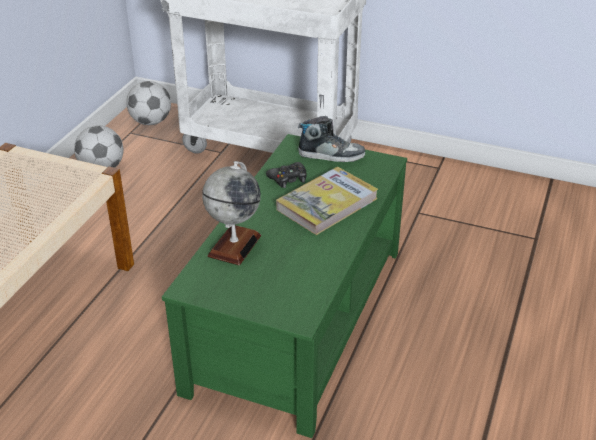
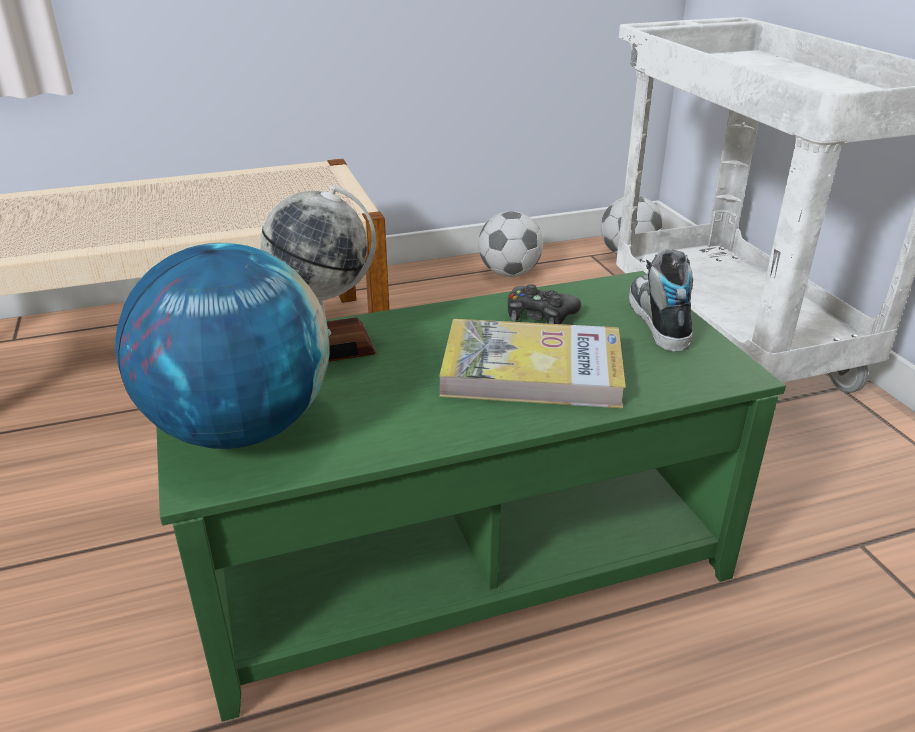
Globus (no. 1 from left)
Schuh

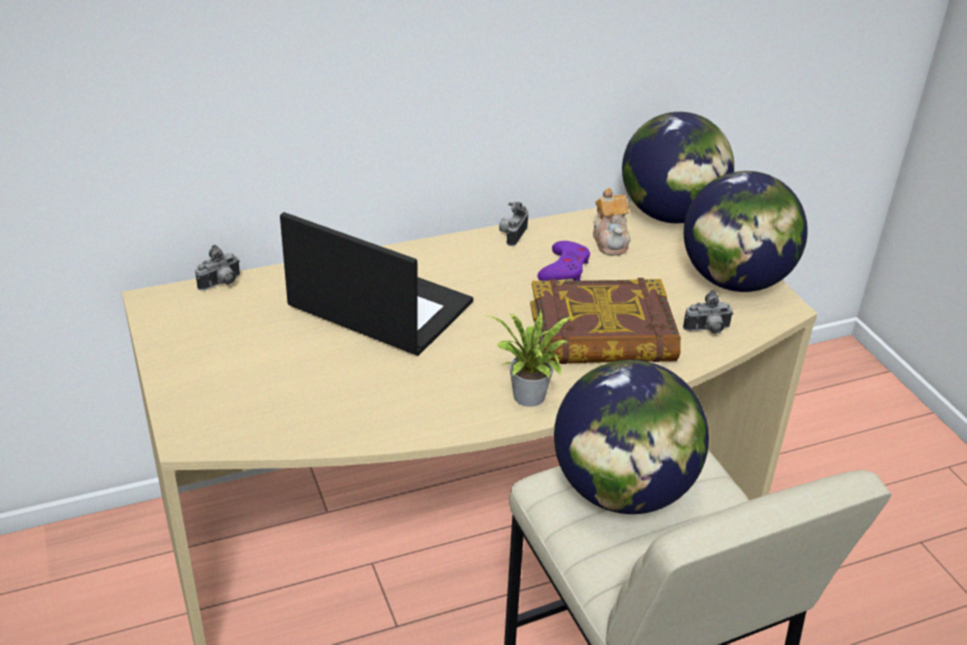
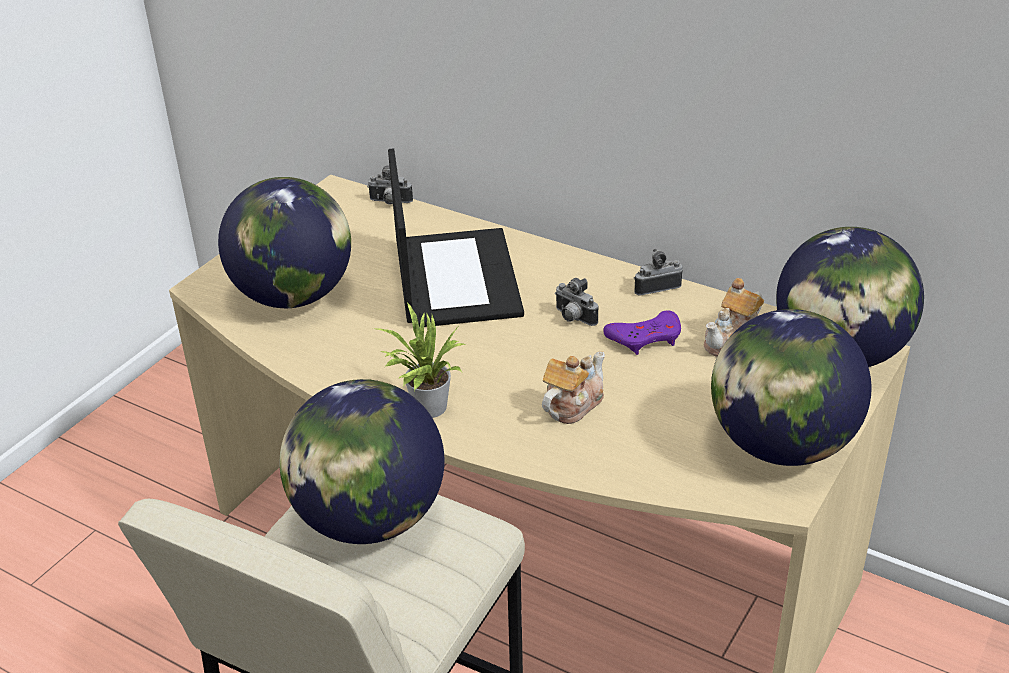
Globus (no. 1 from left)
Kamera (no. 2 from left)
Teekanne (no. 1 from left)

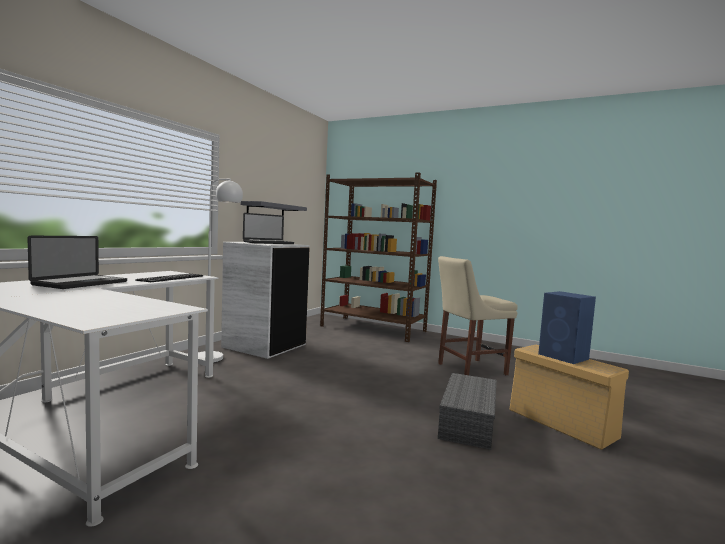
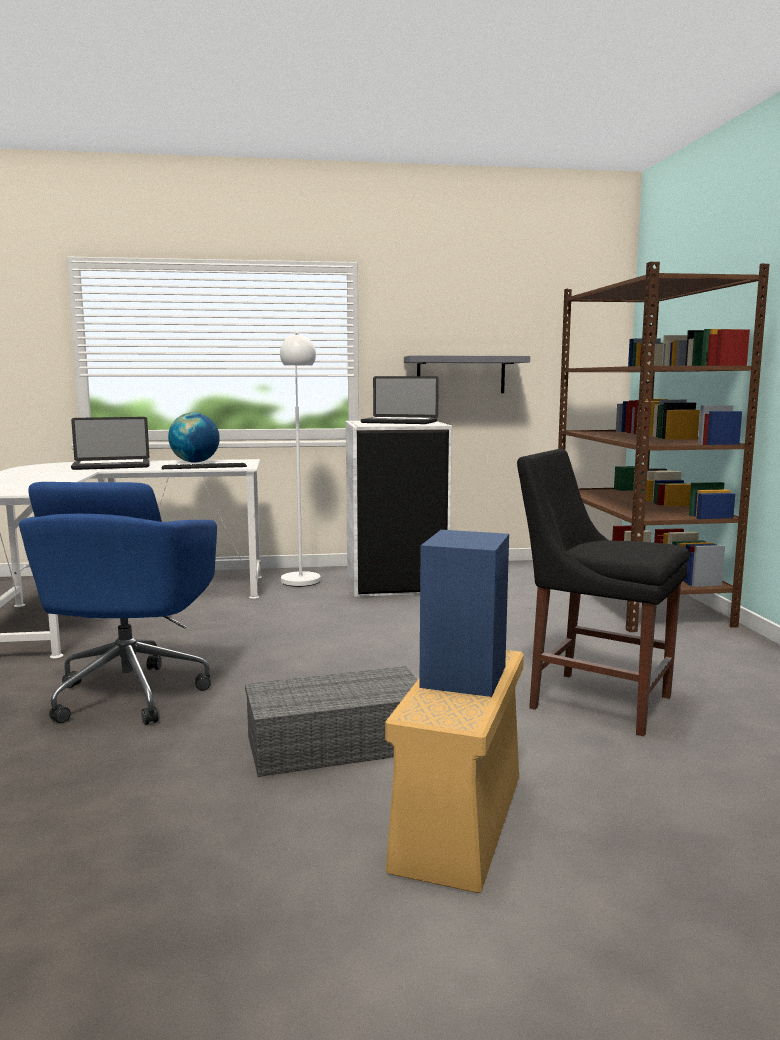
Bürostuhl/blau
Globus
Stuhl/schwarz

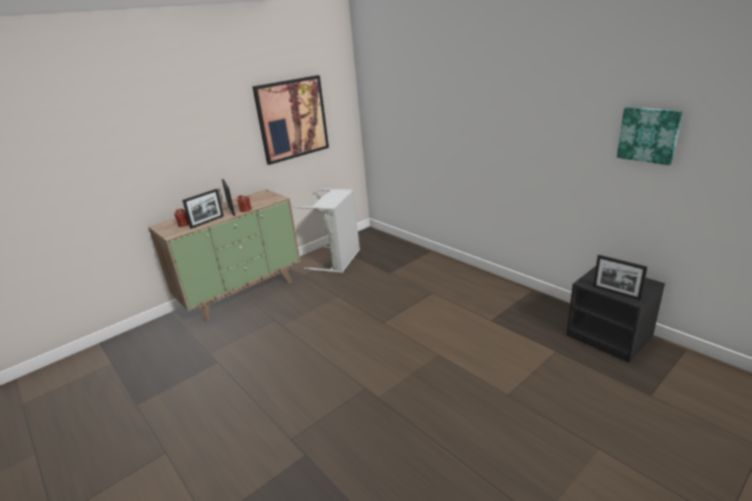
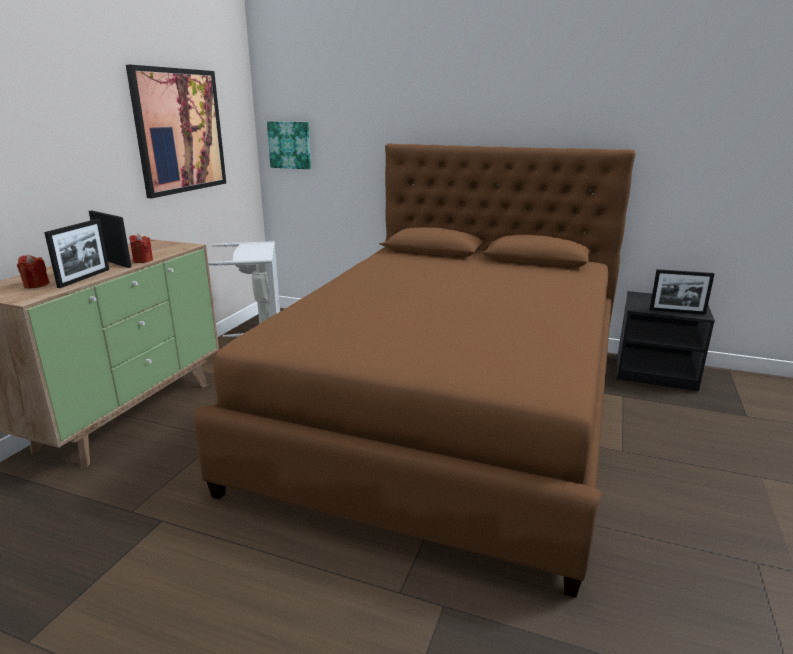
Bett/braun
Bild (no. 2 from left)

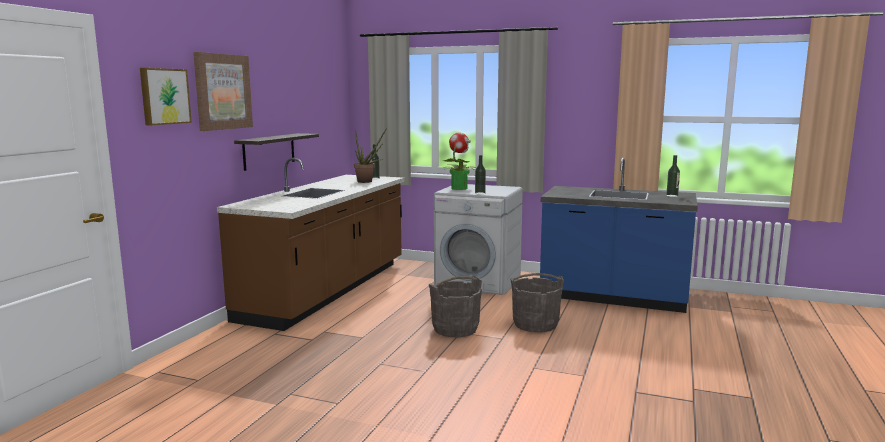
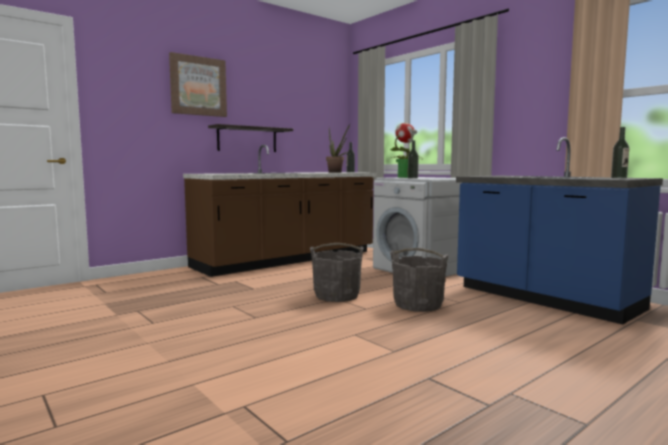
Bild (no. 1 from left in the first image)

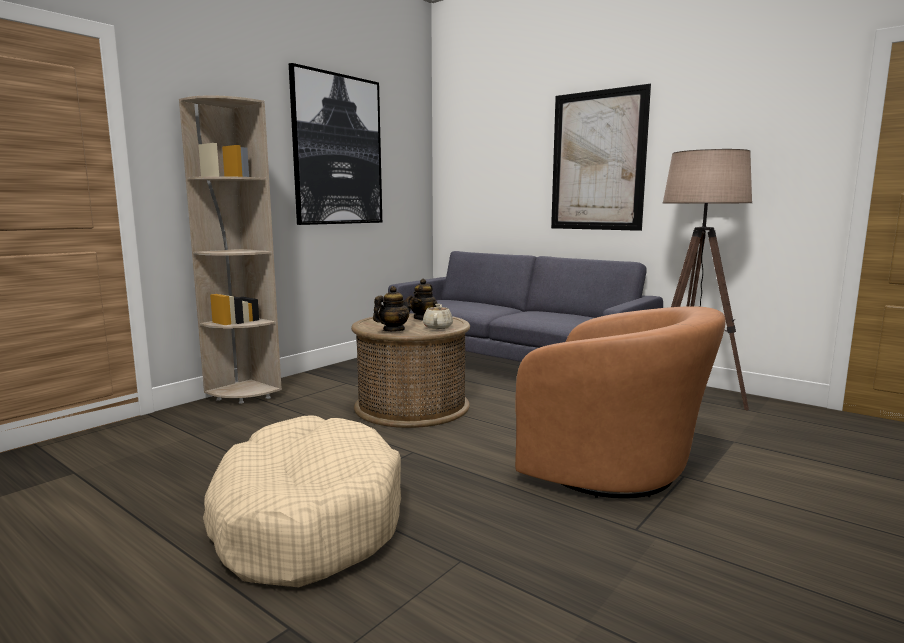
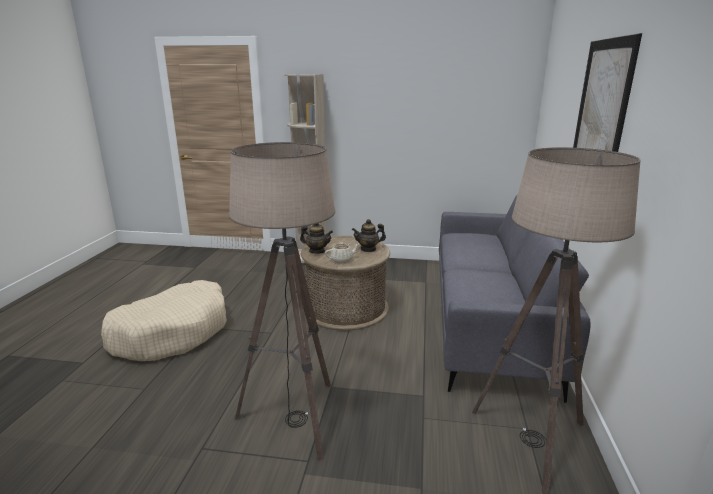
Bild (no. 1 from left in the first image)
Stehlampe (no. 1 from left)

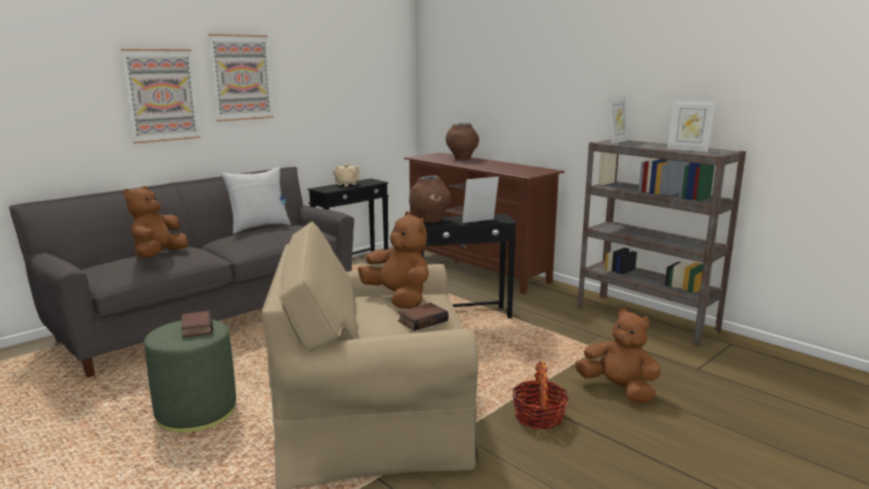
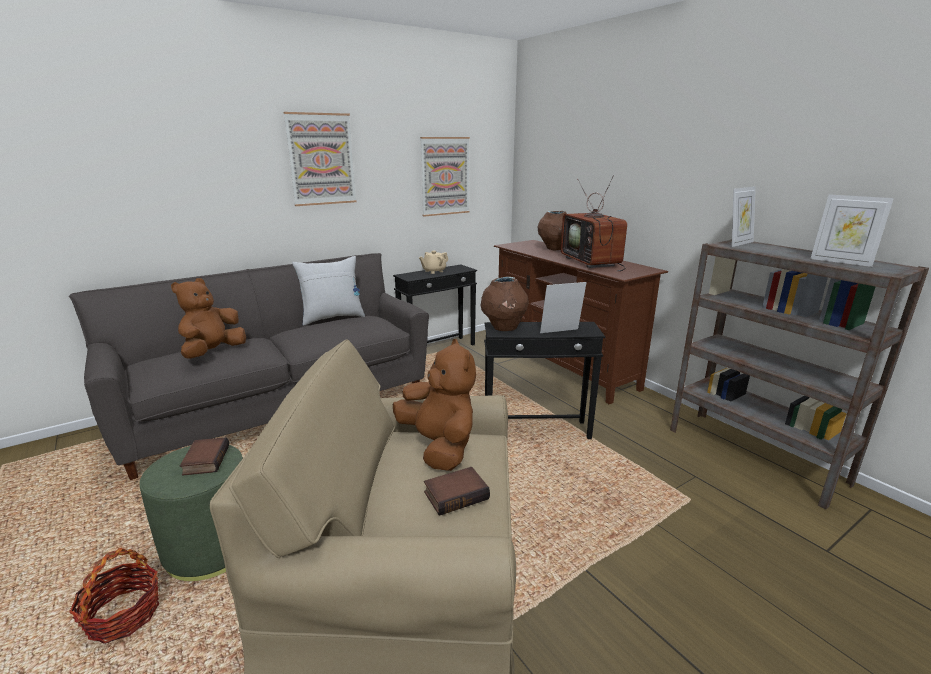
Plüschtier/braun (no. 3 from left in the first image)
Fernseher
Bild (no. 2 from left)
Korb

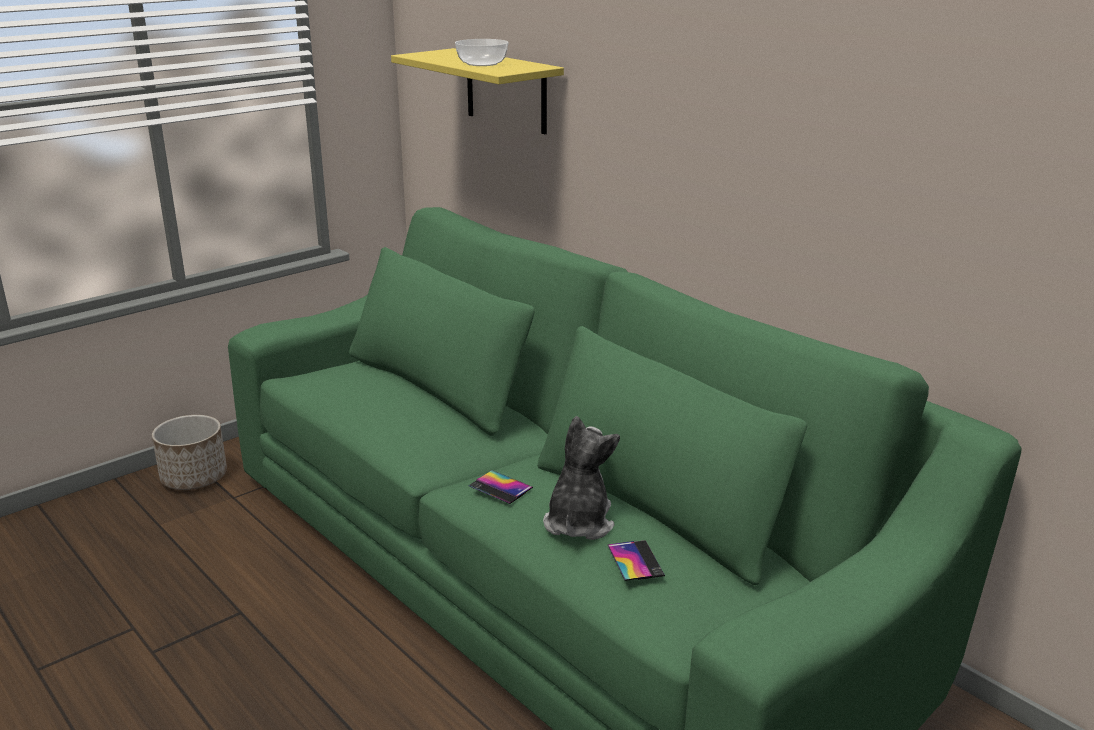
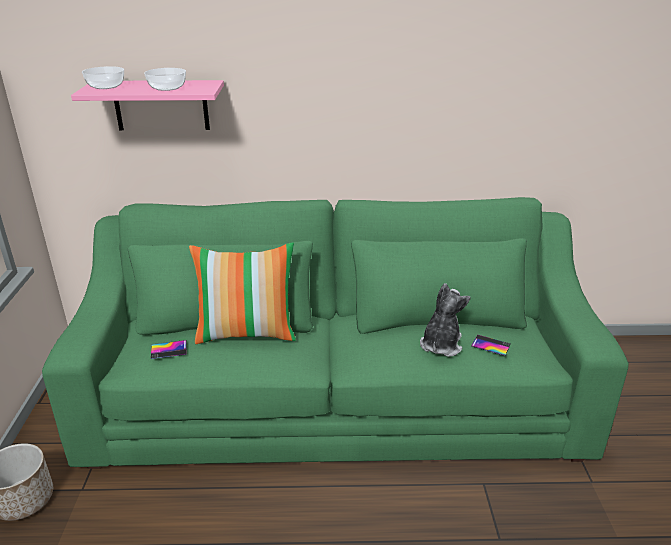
Schüssel (no. 1 from left)
Kissen
Handy (no. 1 from left)
Wandregal/rosa
Plüschtier

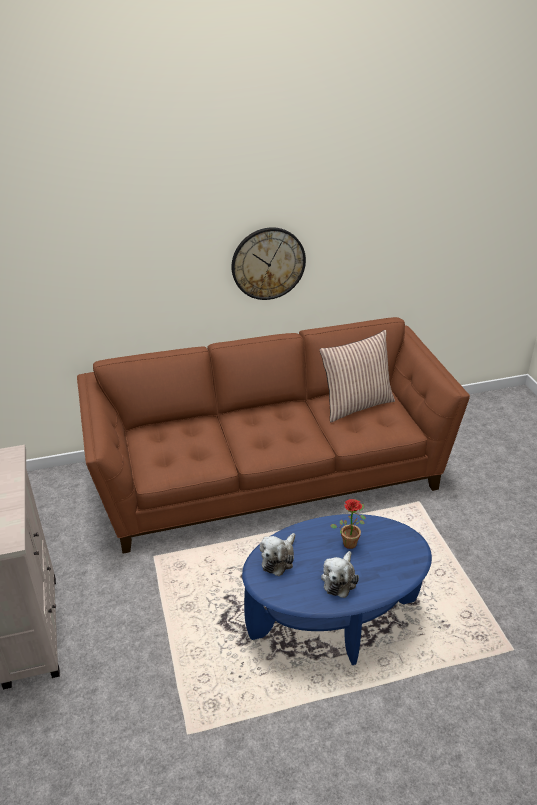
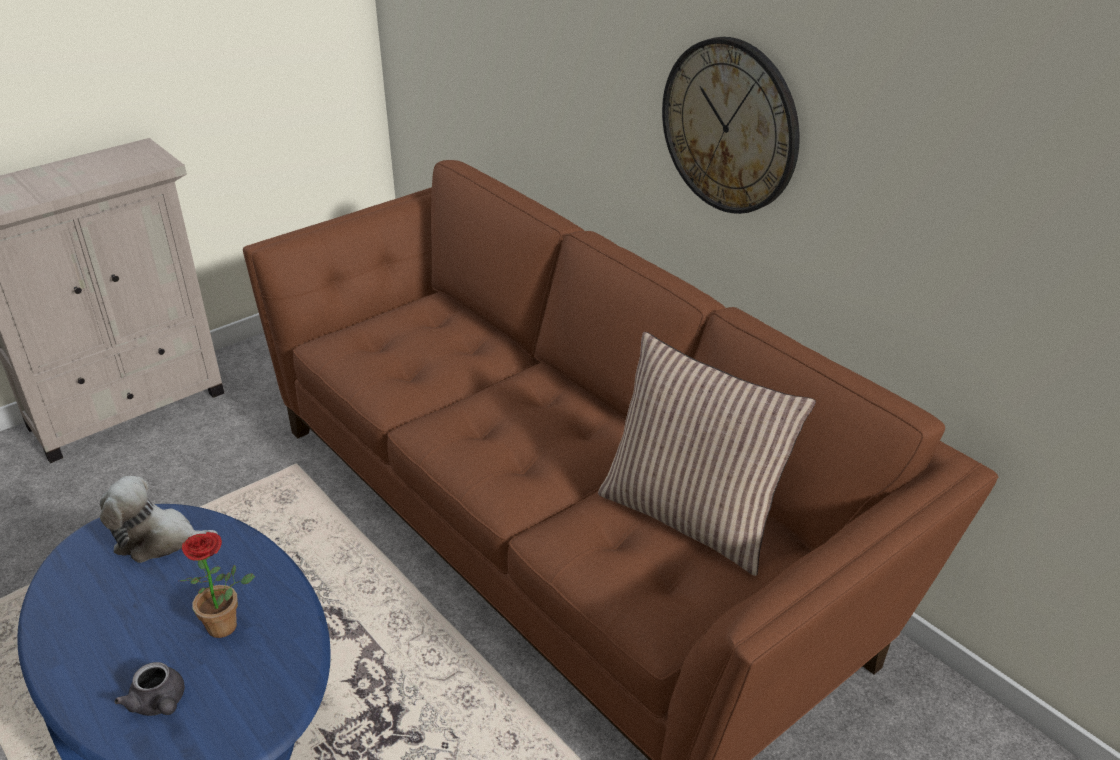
Plüschtier (no. 2 from left in the first image)
Teekanne/grau

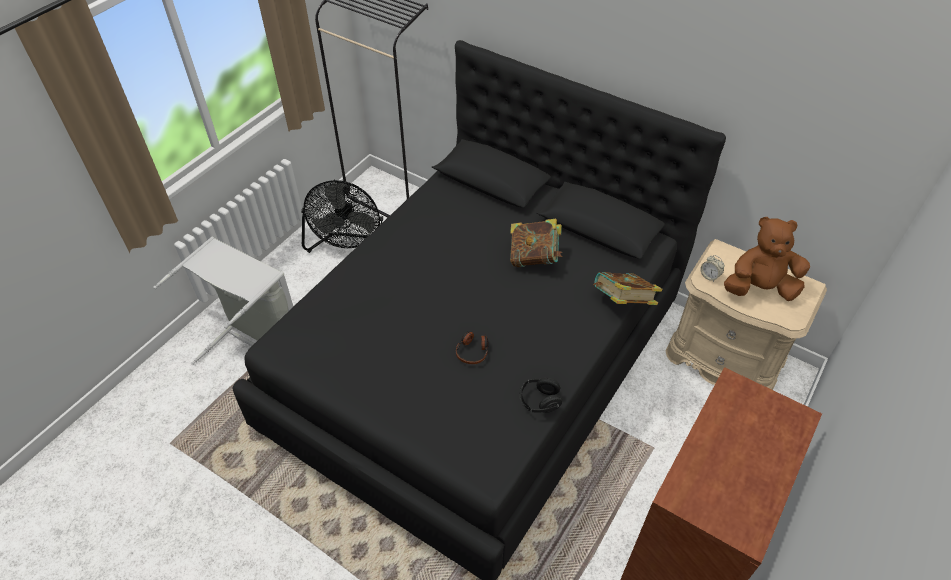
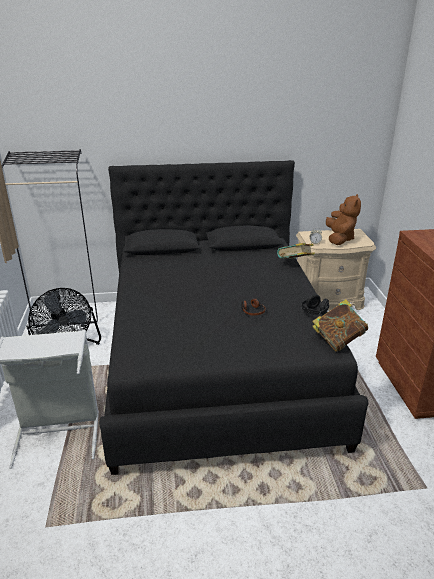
Buch (no. 2 from left)
Plüschtier/braun

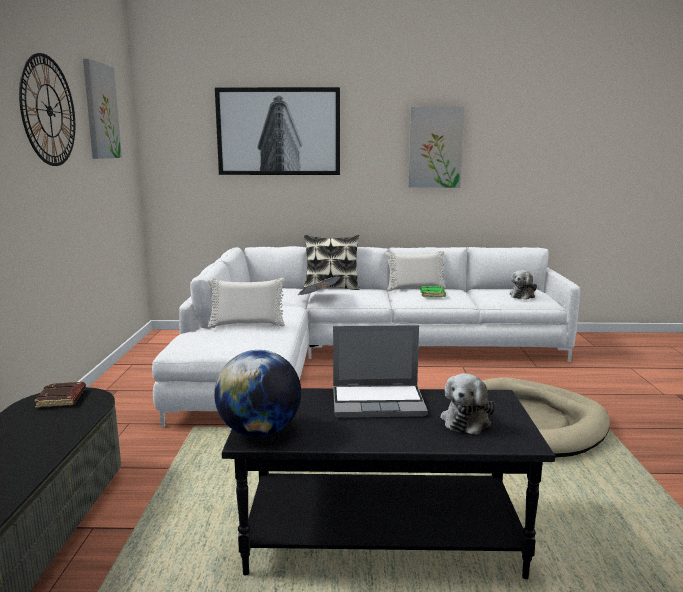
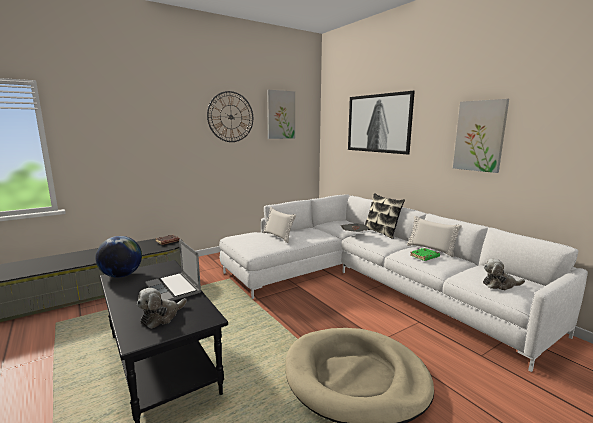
Plüschtier (no. 1 from left)

